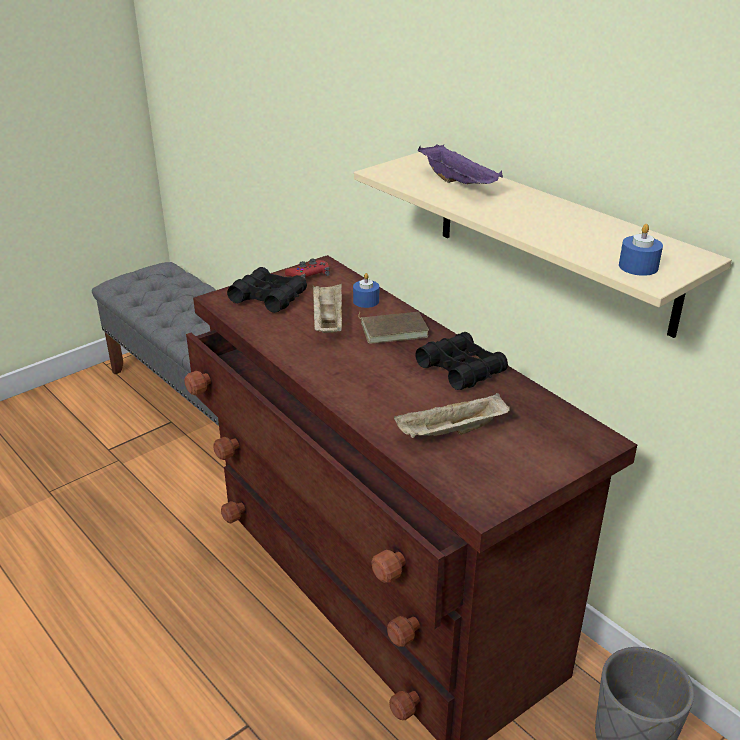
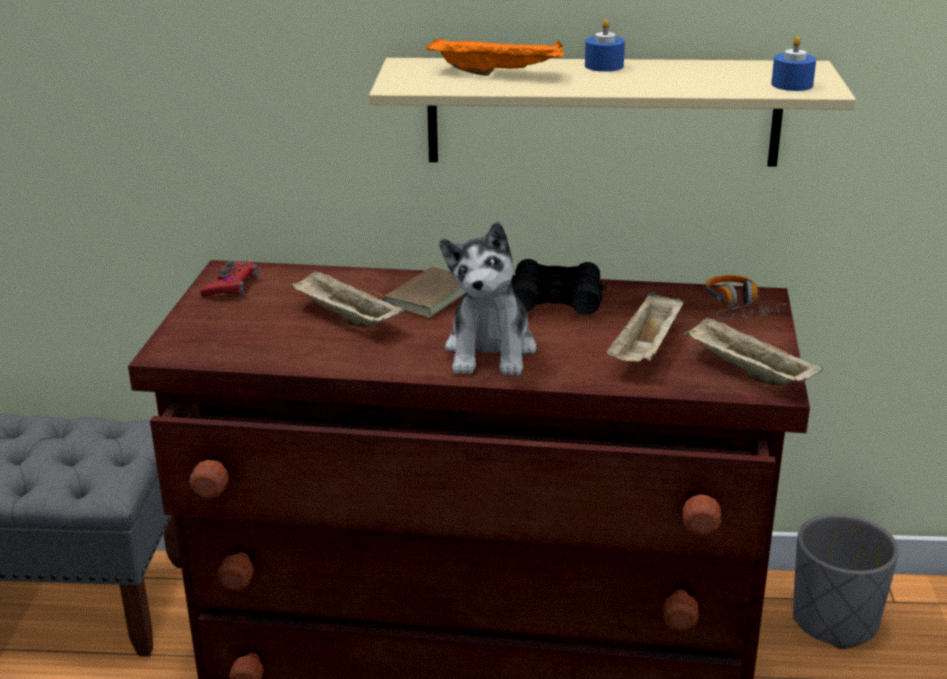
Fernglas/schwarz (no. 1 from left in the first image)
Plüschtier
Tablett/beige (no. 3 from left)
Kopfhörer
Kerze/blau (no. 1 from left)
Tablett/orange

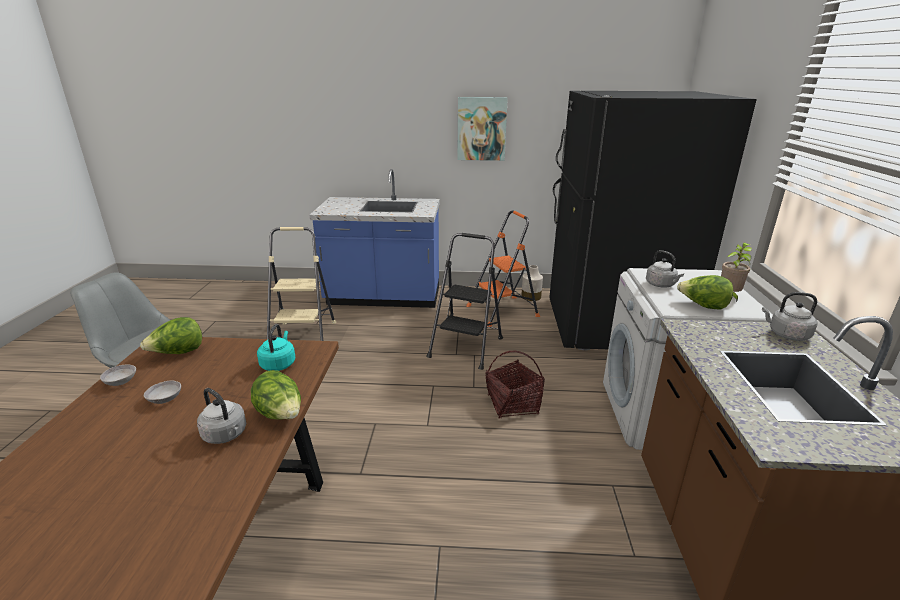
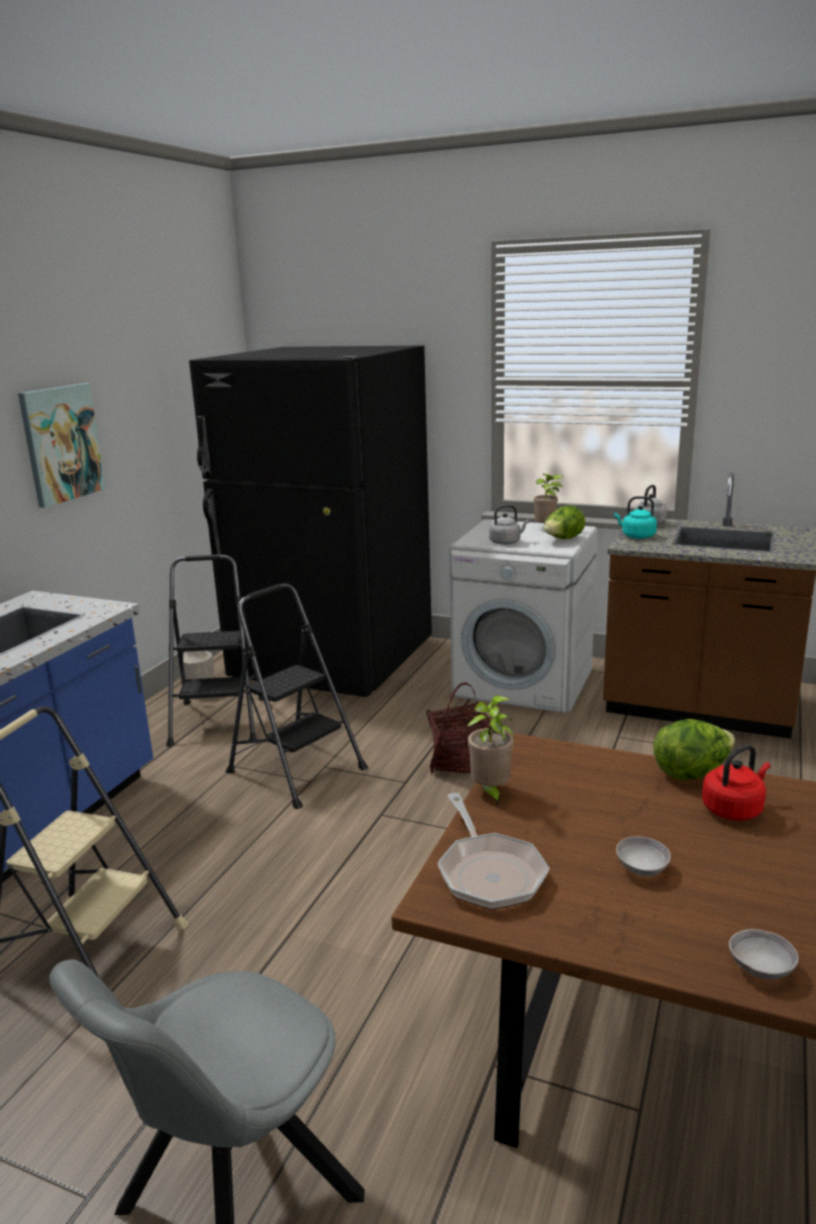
Topfpflanze (no. 1 from left)
Schüssel/grau (no. 2 from left)
Wasserkessel/türkis
Pfanne
Wasserkessel/rot
Trittleiter/schwarz (no. 1 from left)

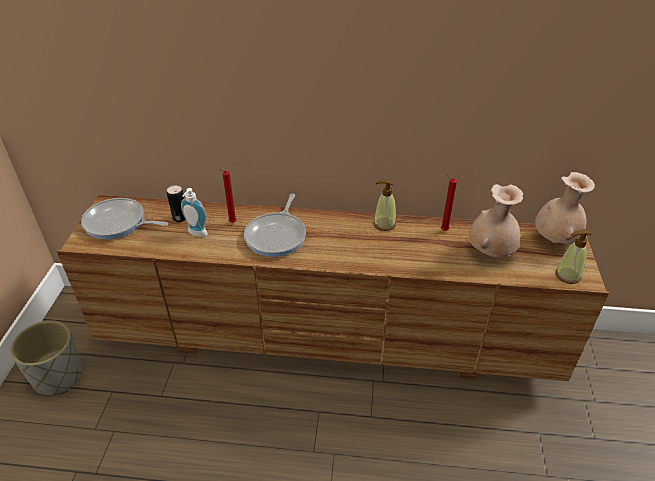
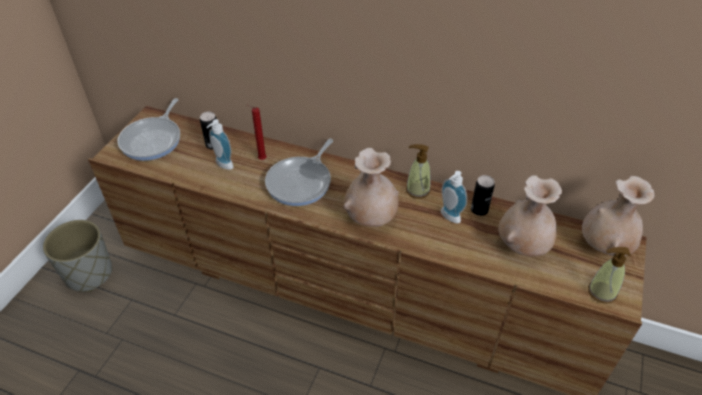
Vase/beige (no. 1 from left)
Seifenspender (no. 3 from left)
Dose (no. 2 from left)
Pfanne (no. 1 from left)

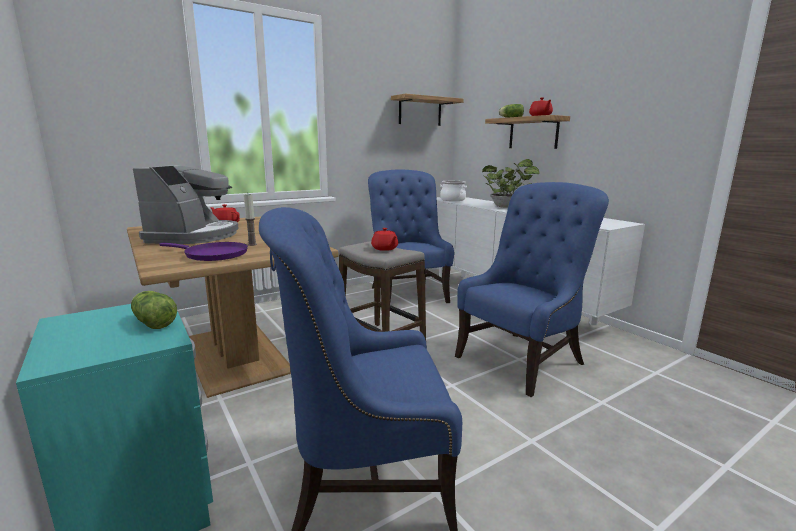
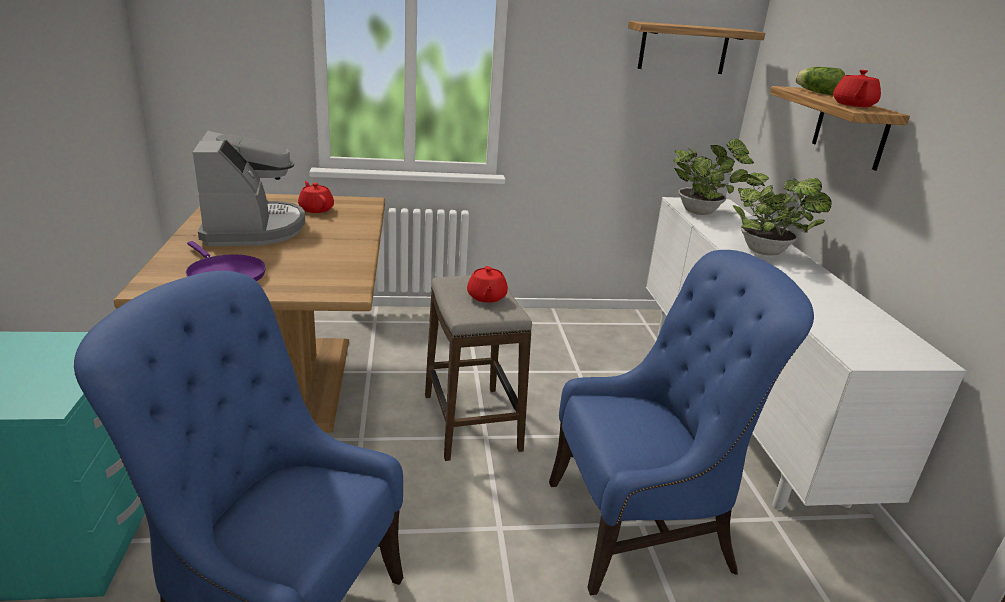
Salatkopf (no. 1 from left in the first image)
Kerze
Stuhl/blau (no. 2 from left in the first image)
Topfpflanze (no. 1 from left)
Kaffeemaschine

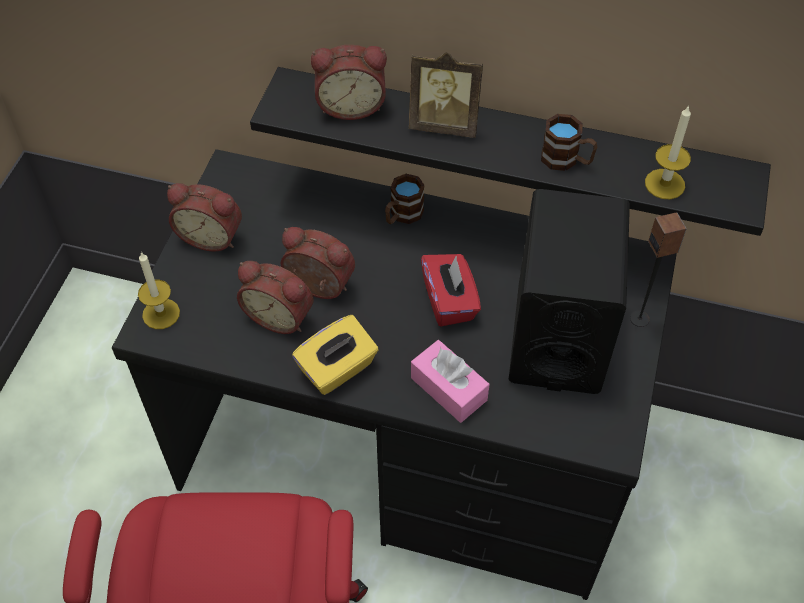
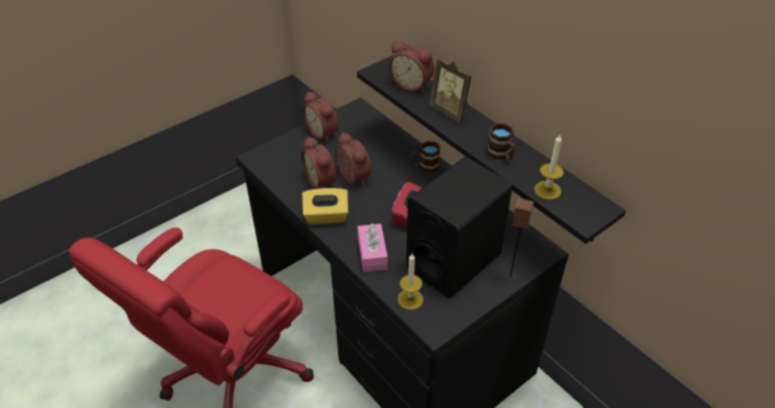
Kerze (no. 1 from left)

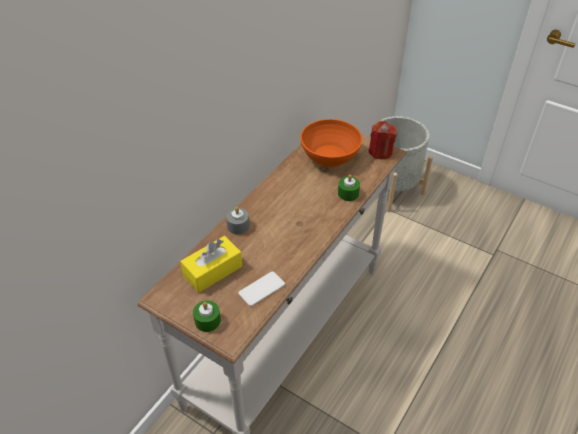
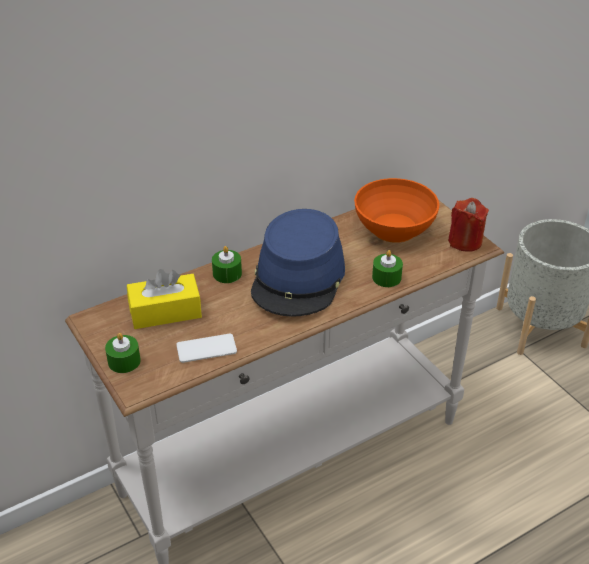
Hut/blau
Kerze/grün (no. 2 from left)

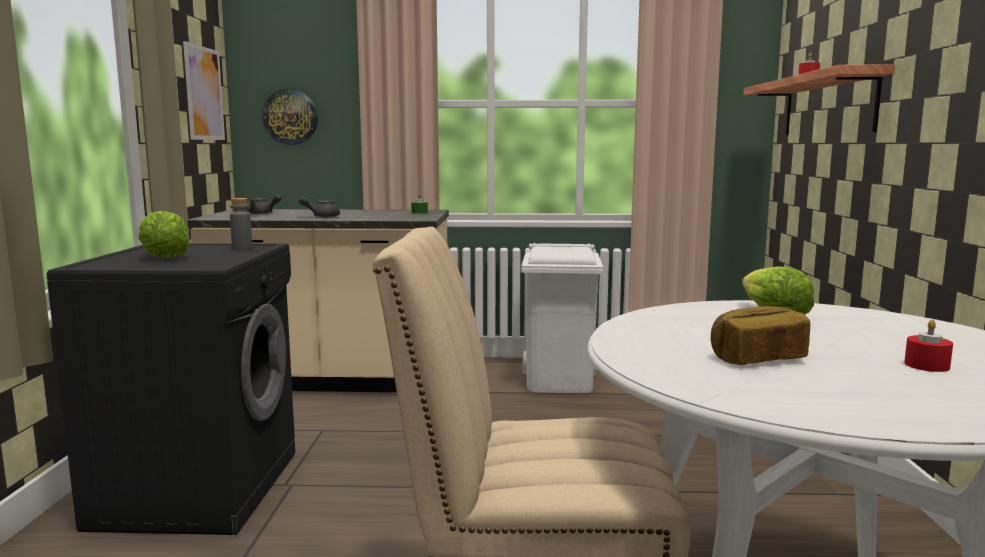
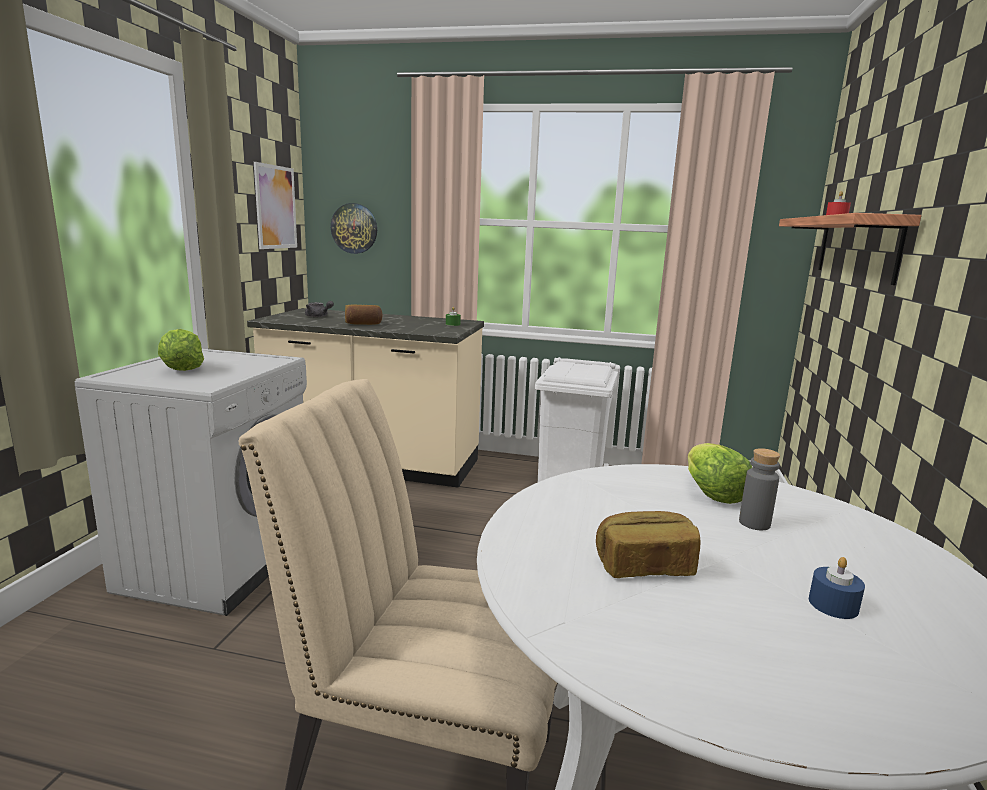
Flasche/grau
Brot (no. 1 from left)
Waschmaschine/weiß
Kerze/blau

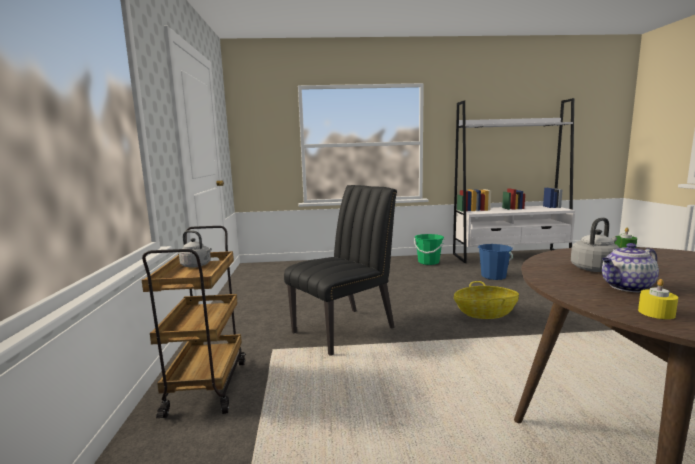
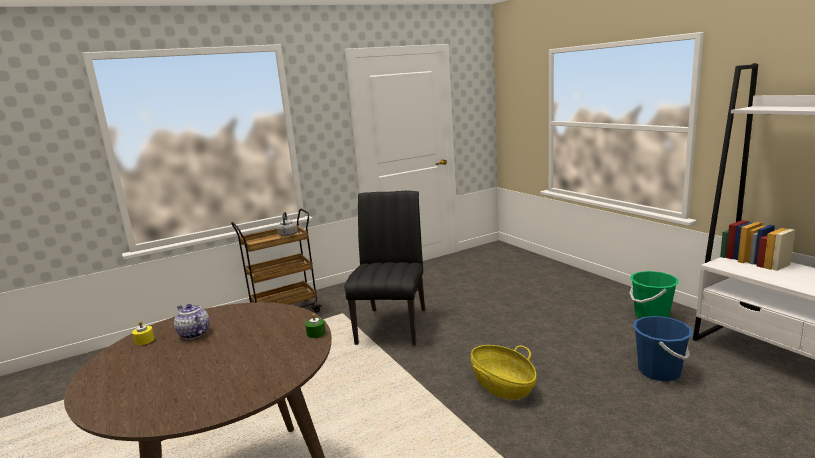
Wasserkessel/grau (no. 2 from left in the first image)
Stuhl/schwarz

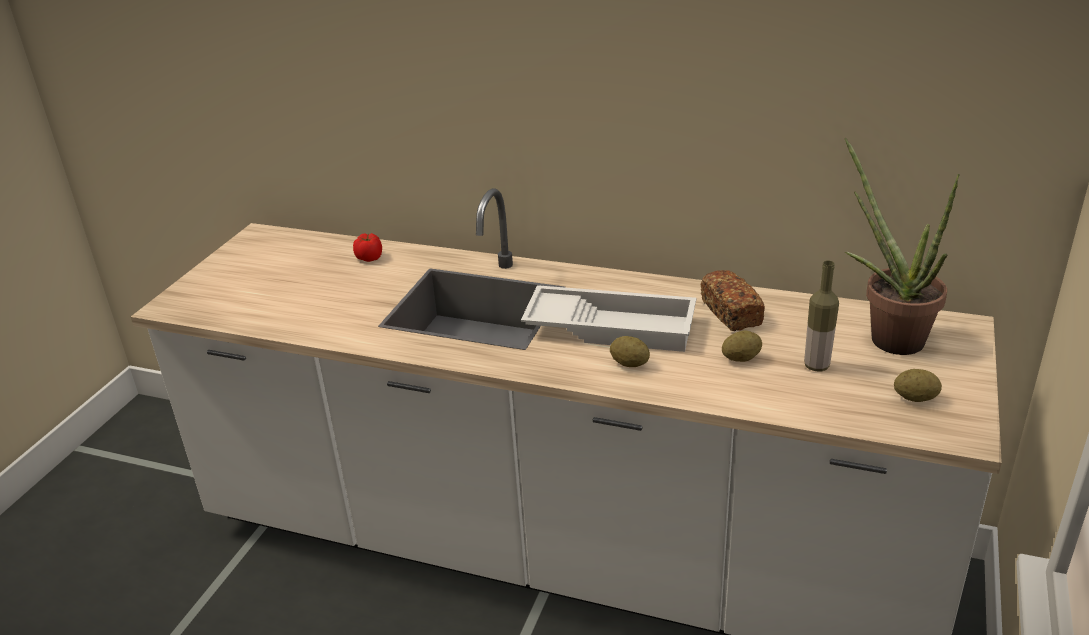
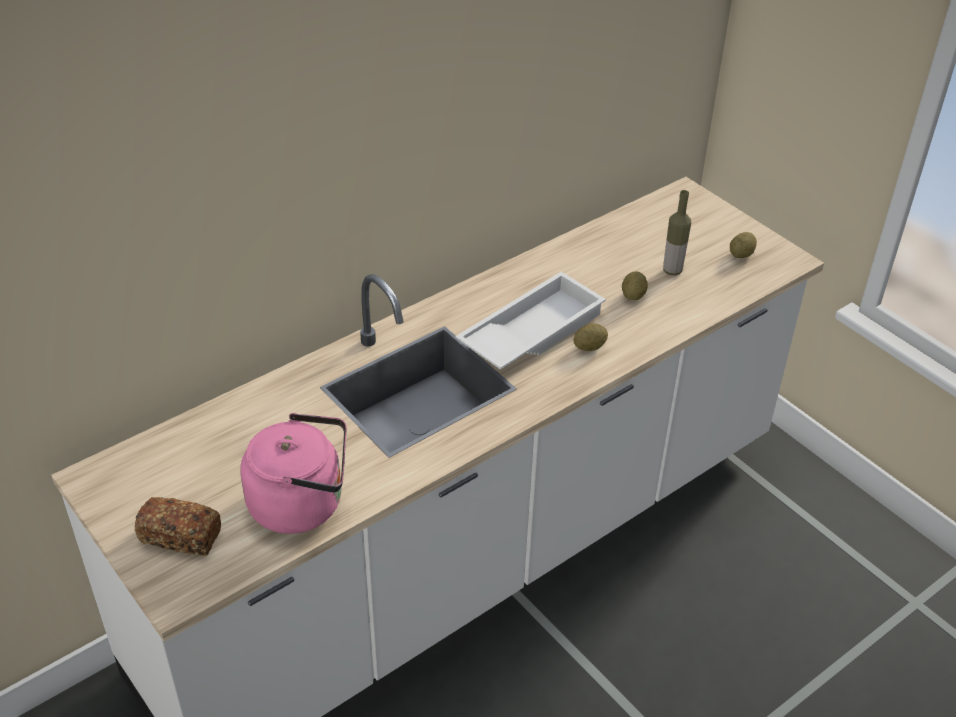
Tomate
Topfpflanze
Wasserkessel/rosa
Brot

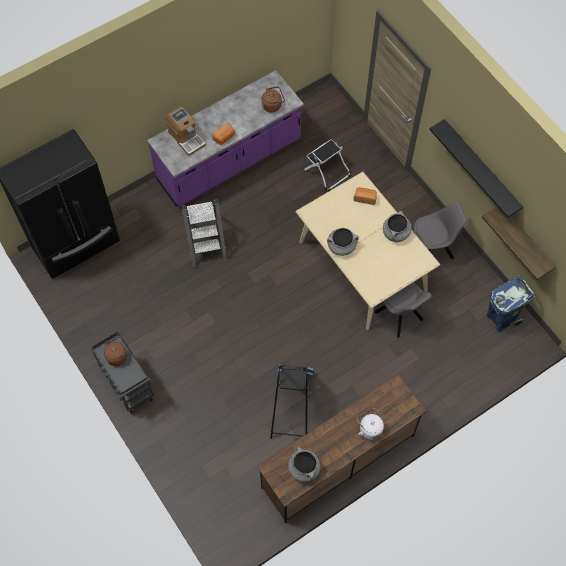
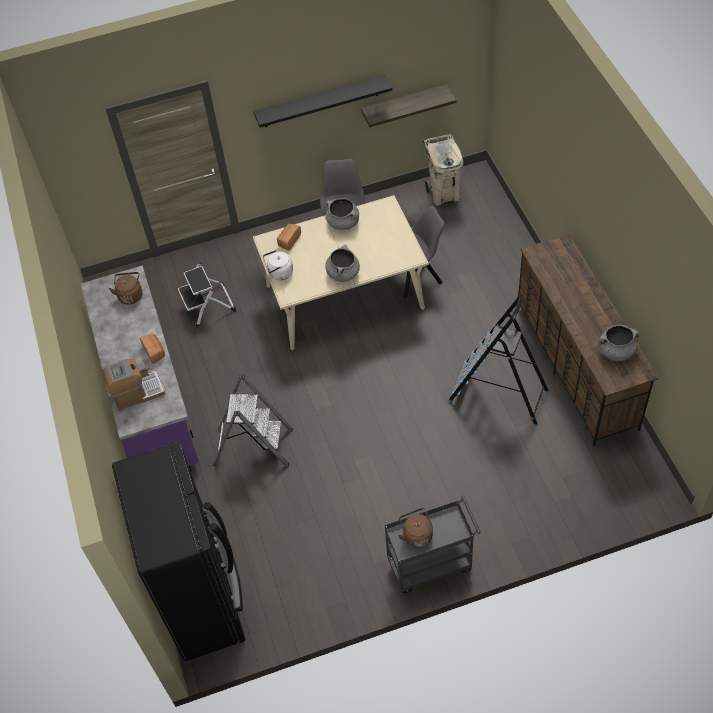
Wasserkessel/weiß
Mülleimer/beige

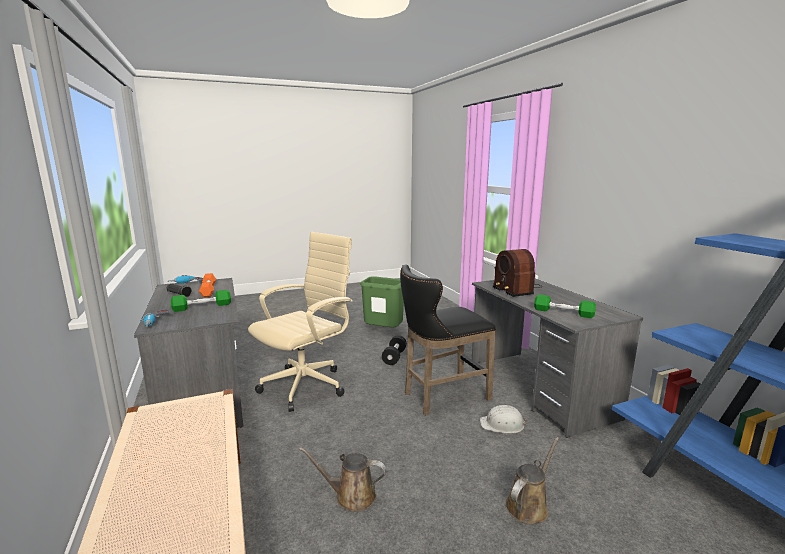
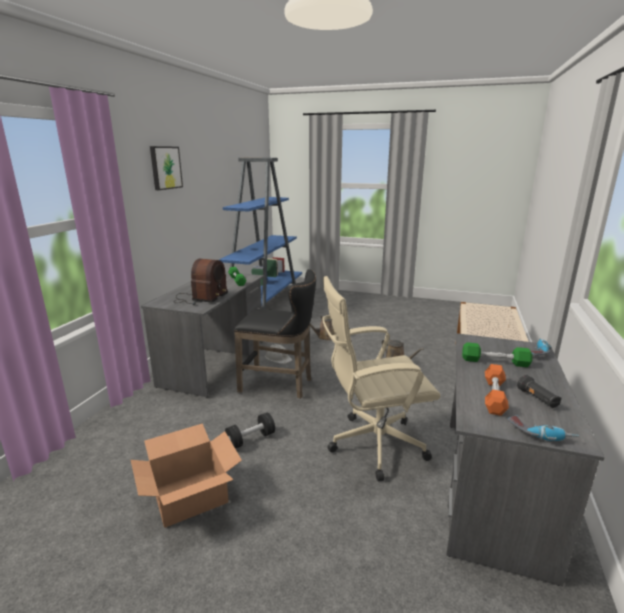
Bild
Karton

